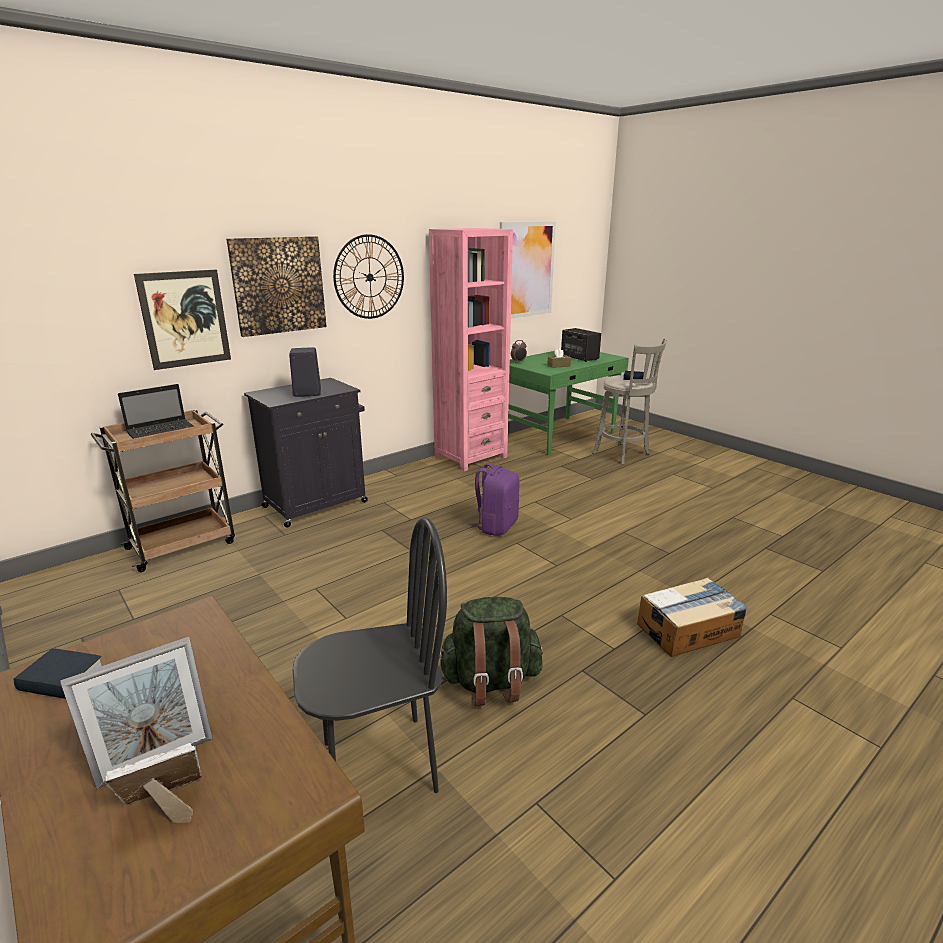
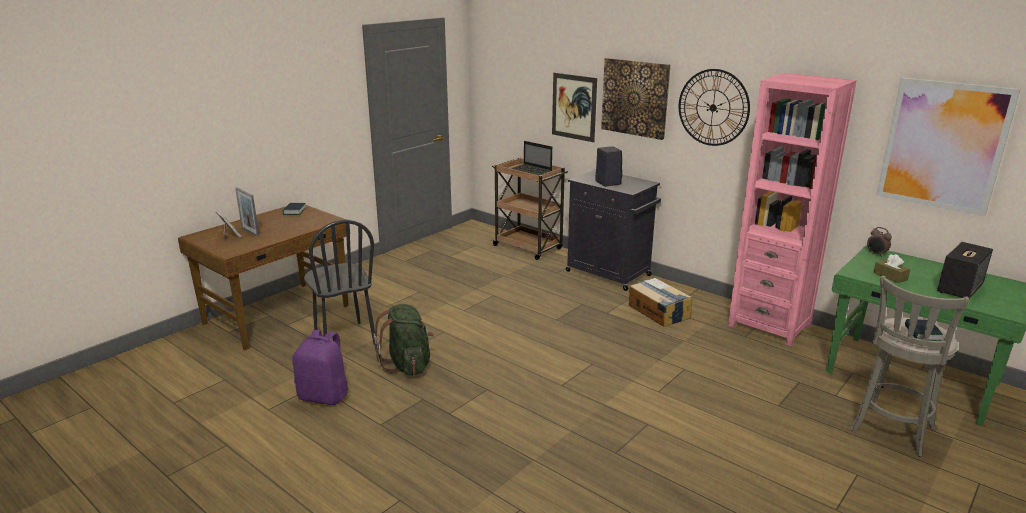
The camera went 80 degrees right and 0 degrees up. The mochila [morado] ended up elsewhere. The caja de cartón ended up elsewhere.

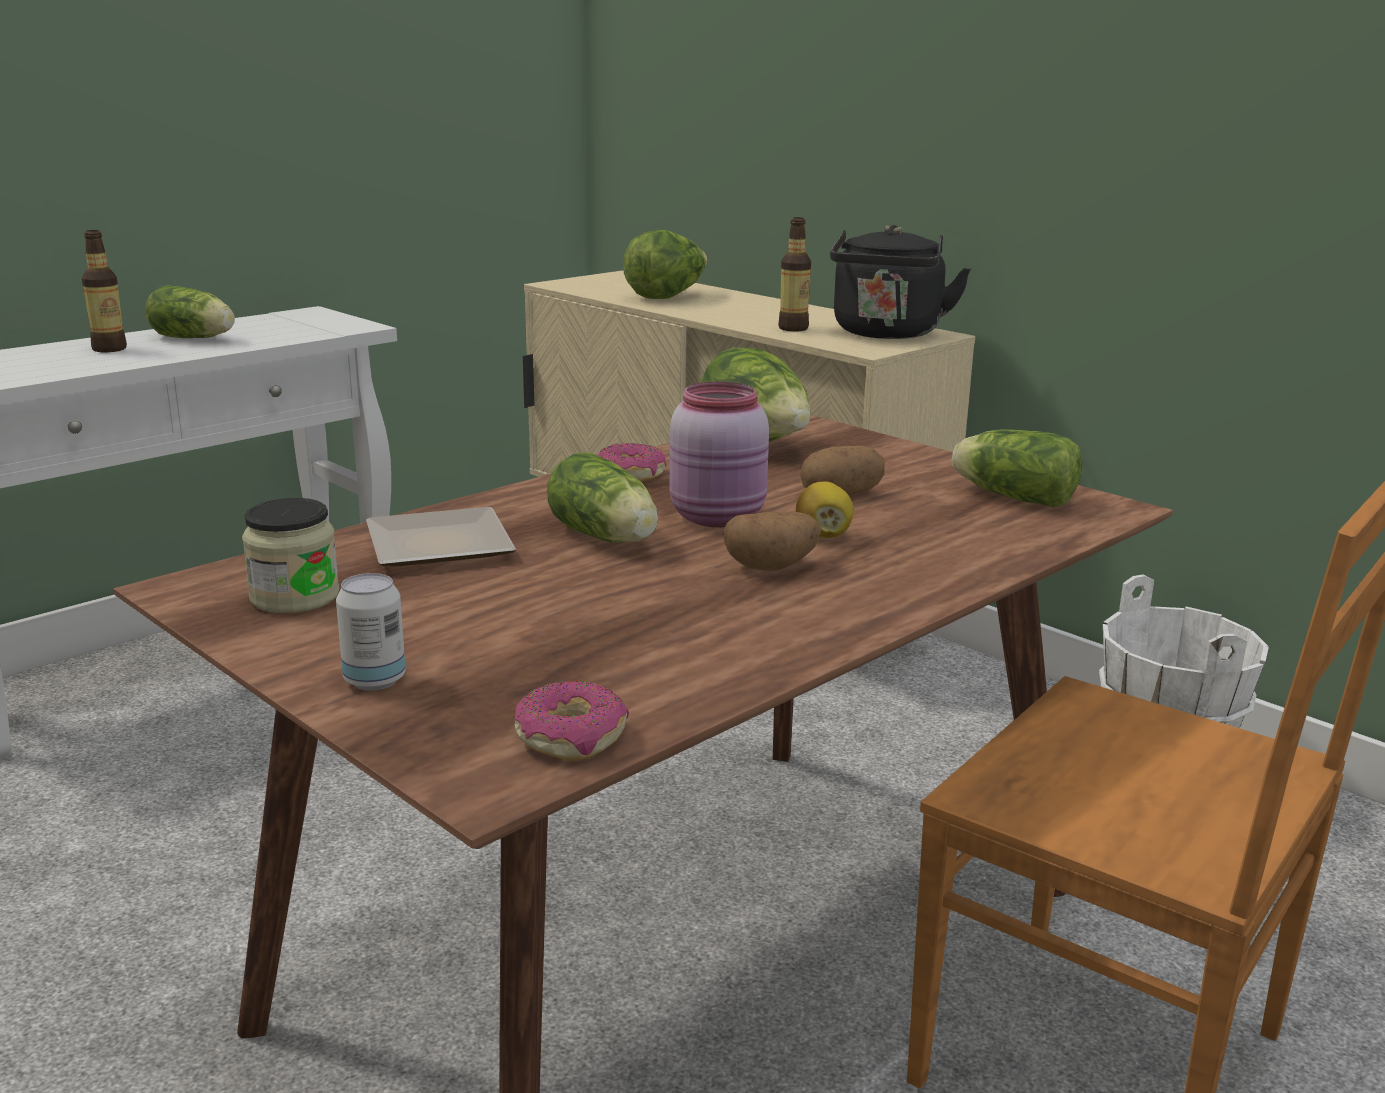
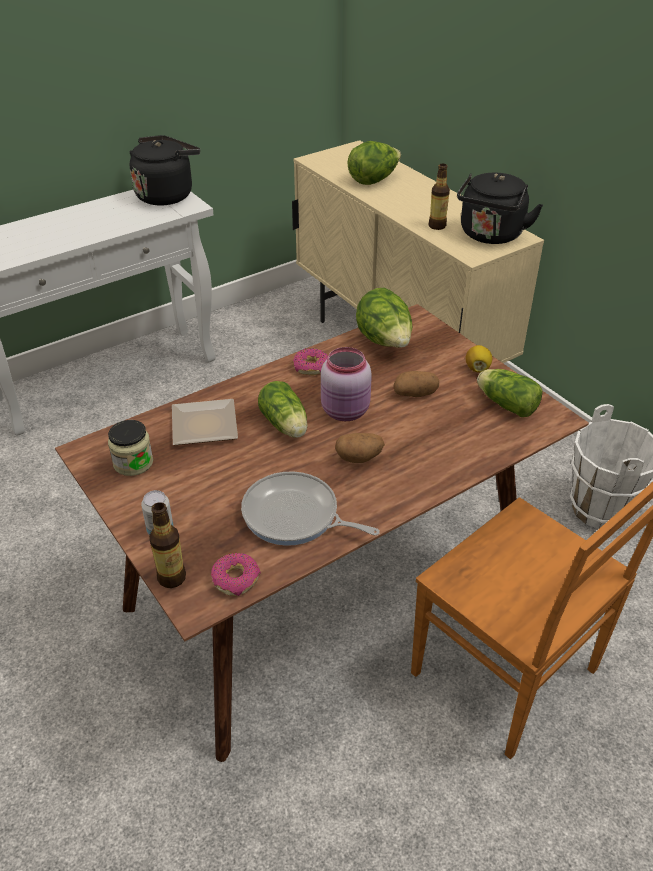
The camera went 10 degrees right and 20 degrees up. The botella (1st from left) ended up elsewhere. The second view lost the lechuga (1st from left). The limón ended up elsewhere. The second view gained the hervidor [negro] (1st from left). The second view gained the sartén.

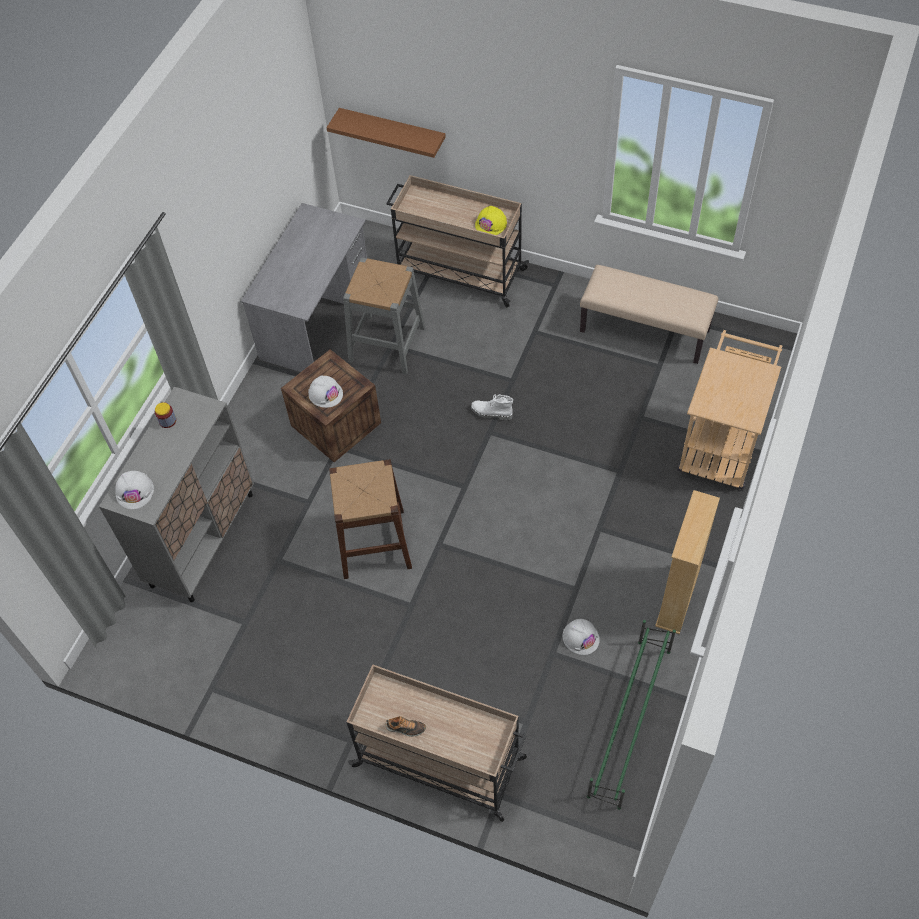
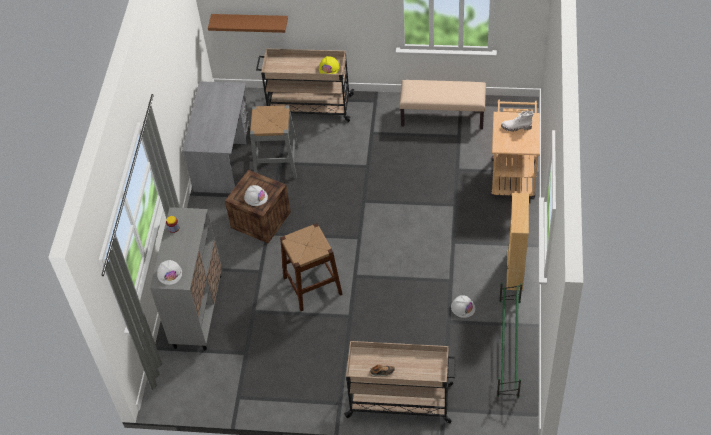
The camera went 15 degrees left and 5 degrees down. The bota [blanco] ended up elsewhere.

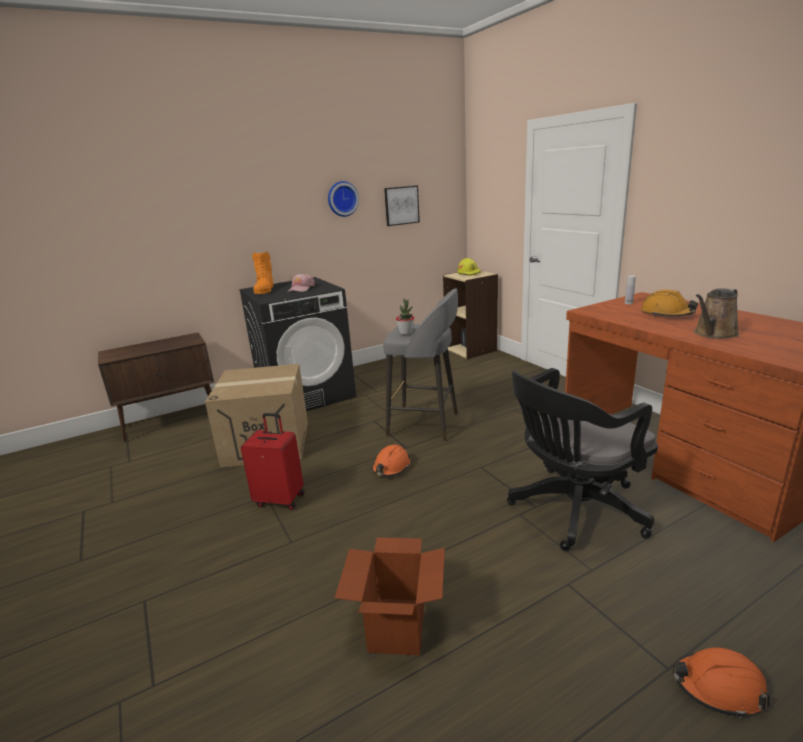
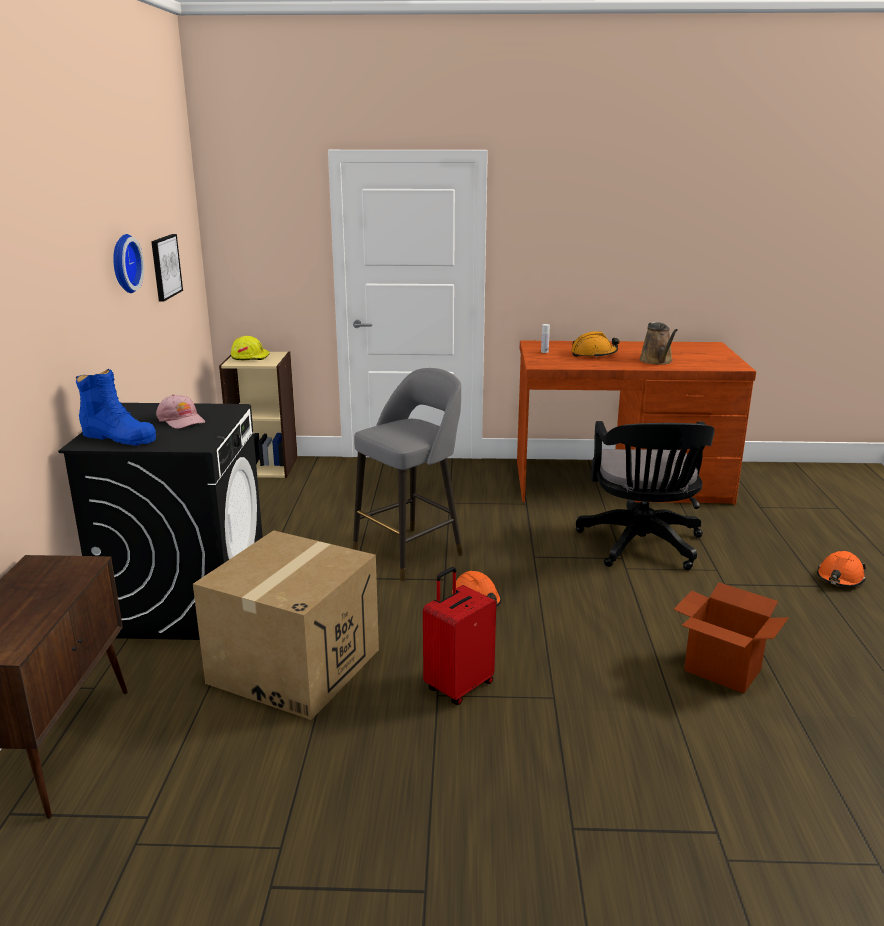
The camera went 60 degrees left and 0 degrees up. What was the bota [naranja] turned into the bota [azul]. The second view lost the planta en maceta.

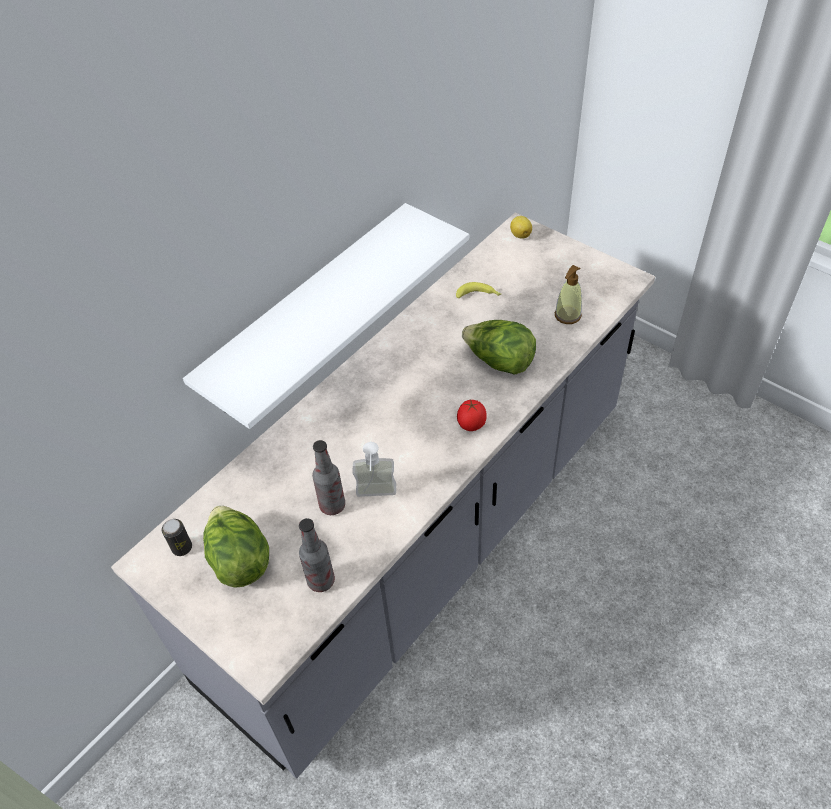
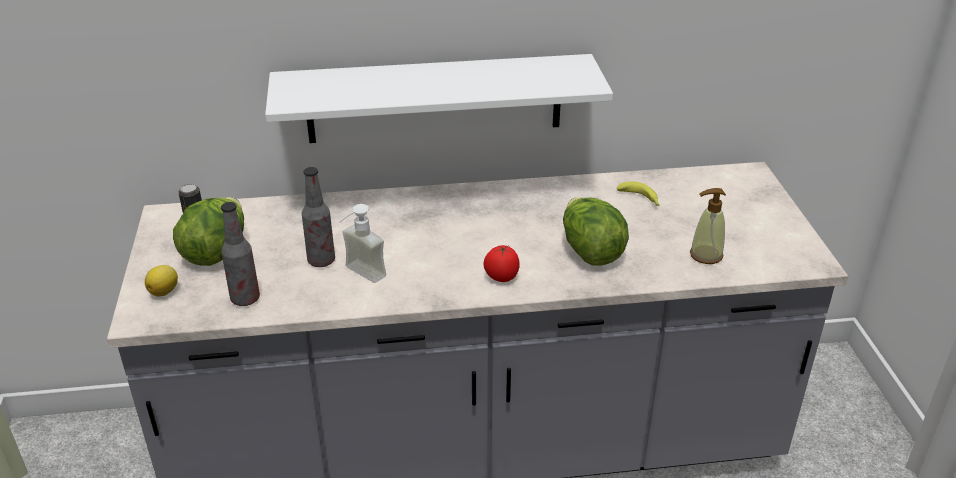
The camera went 40 degrees right and 15 degrees down. The limón ended up elsewhere.

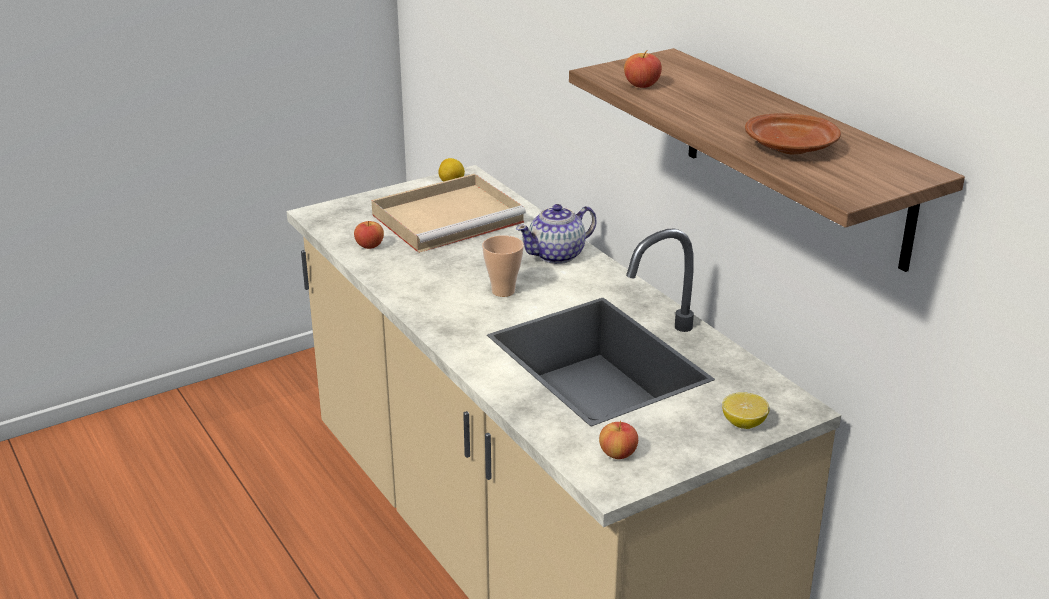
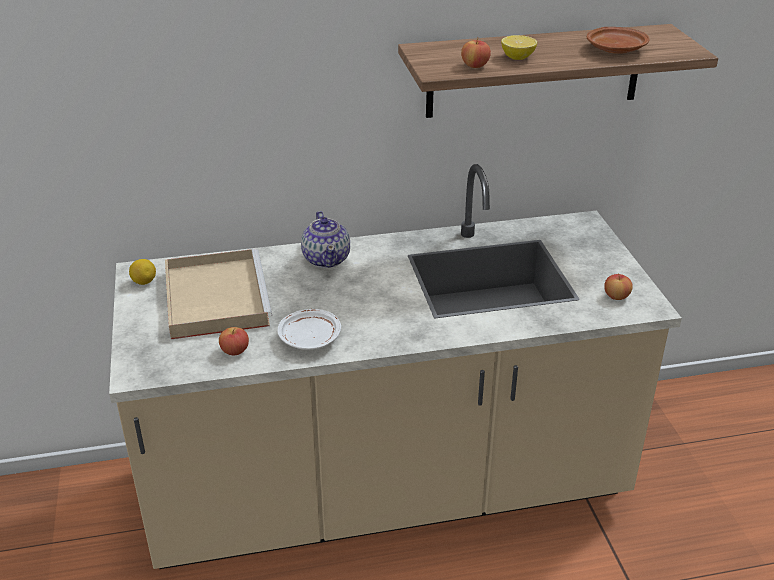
The camera went 70 degrees left and 5 degrees up. The second view lost the taza. The limón (2nd from left) ended up elsewhere. The second view gained the plato [blanco].

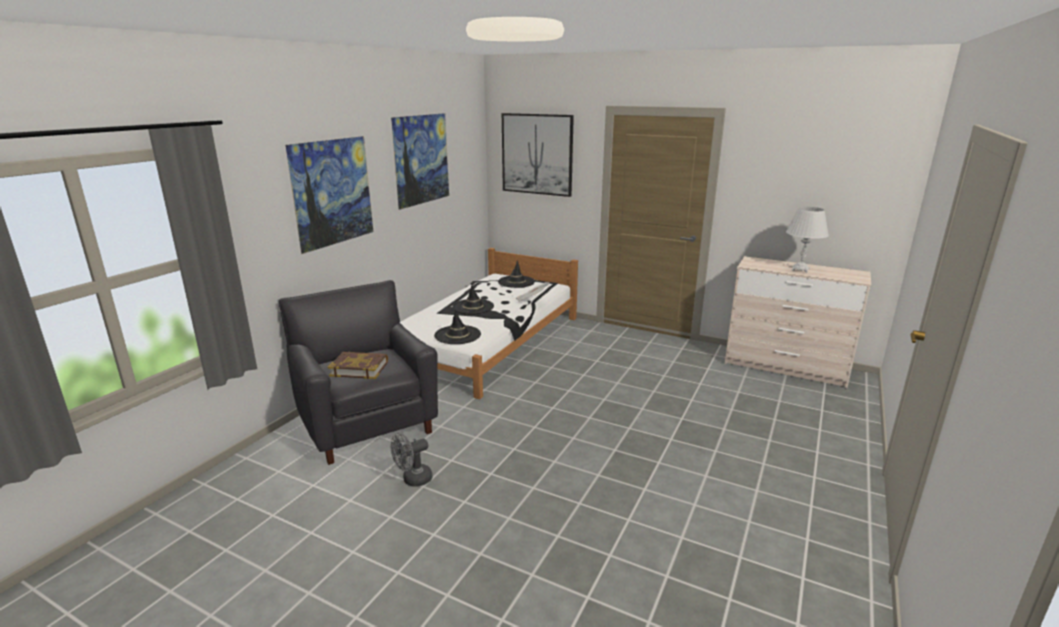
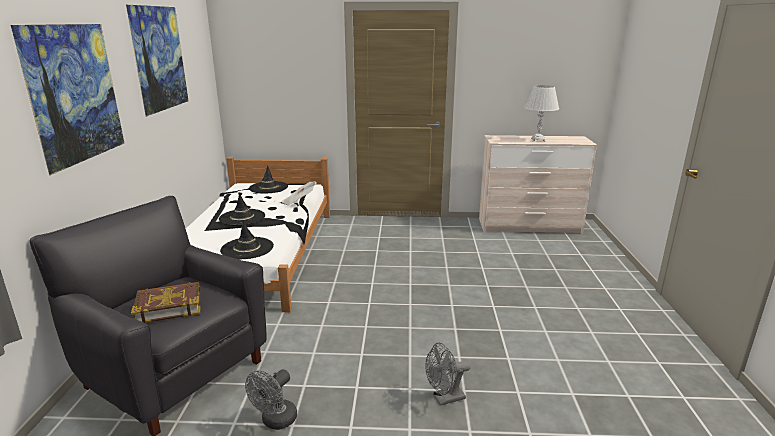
The camera went 25 degrees left and 0 degrees up. The second view lost the cuadro (3rd from left). The second view gained the ventilador [gris] (2nd from left).

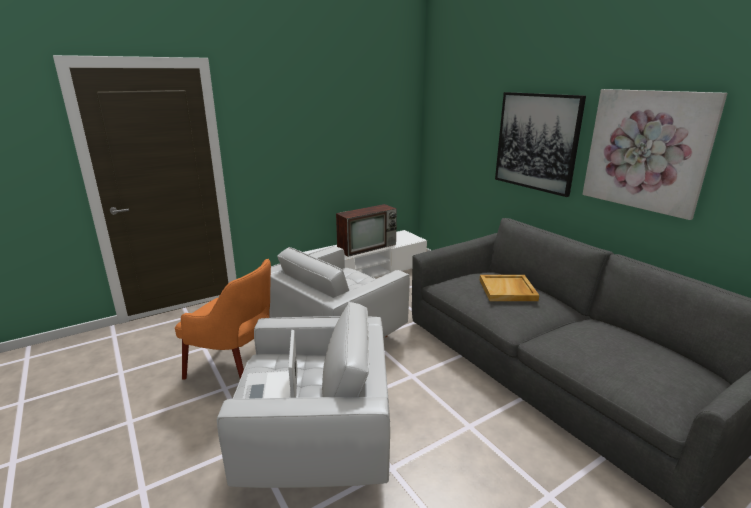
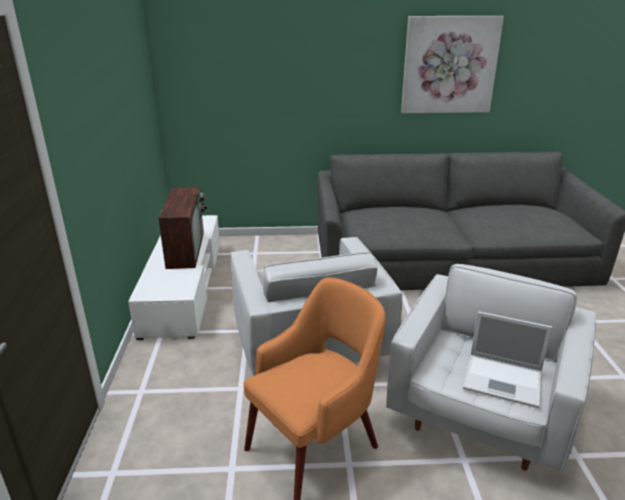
The camera went 60 degrees left and 5 degrees up. The second view lost the bandeja [beis]. The second view lost the cuadro (1st from left).

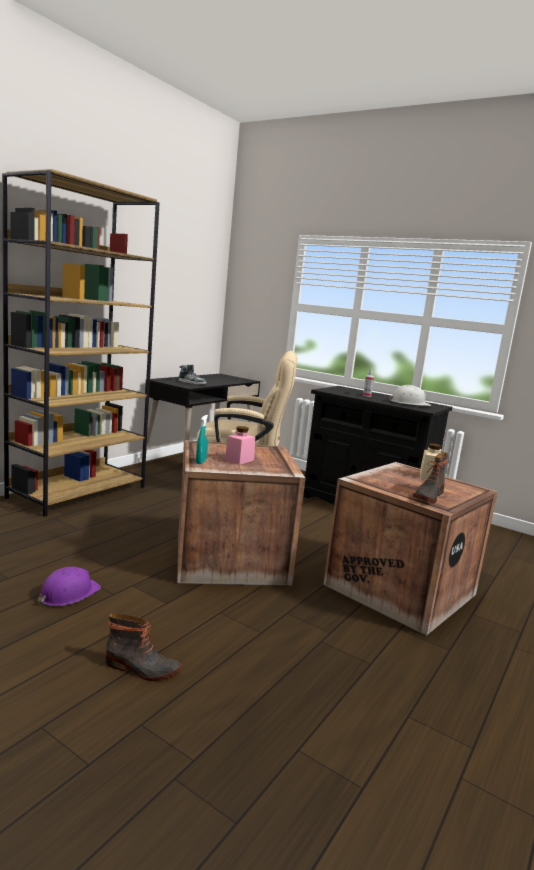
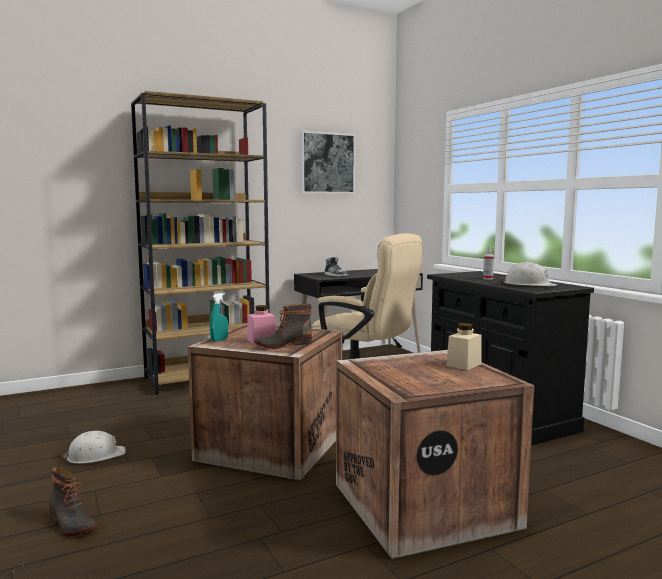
The camera went 30 degrees right and 5 degrees down. What was the casco [morado] turned into the casco [blanco] (1st from left). The bota (2nd from left) ended up elsewhere. The second view gained the cuadro.

